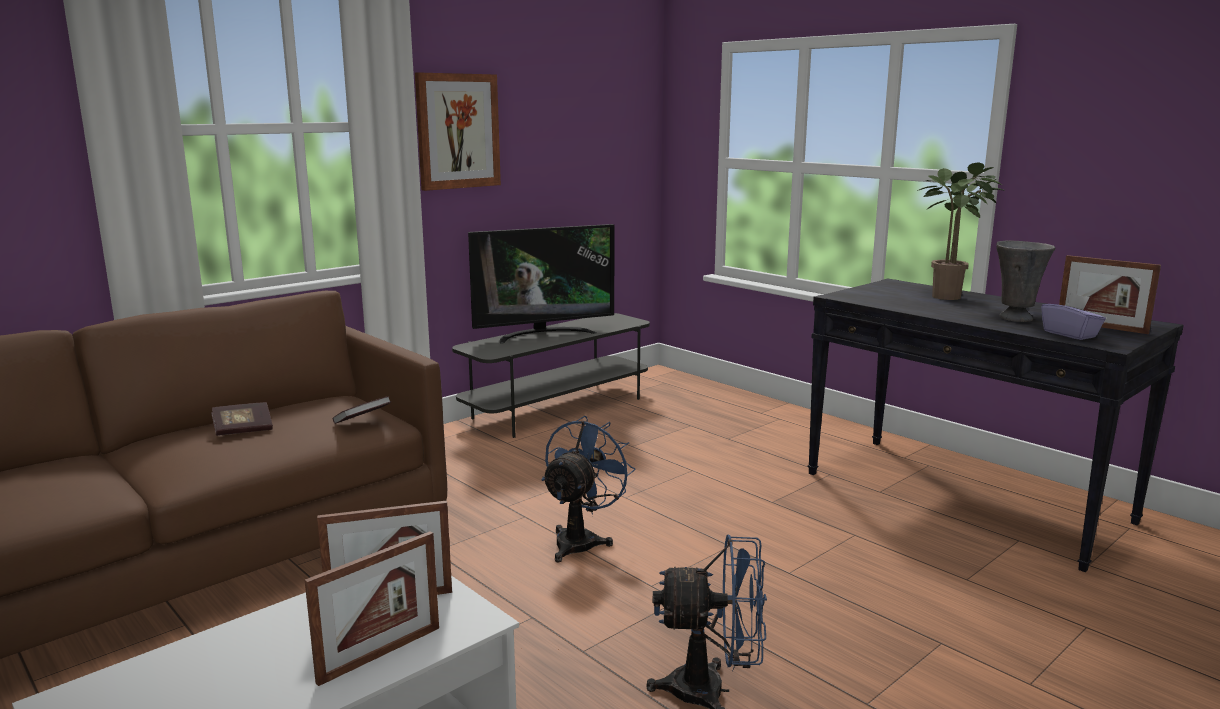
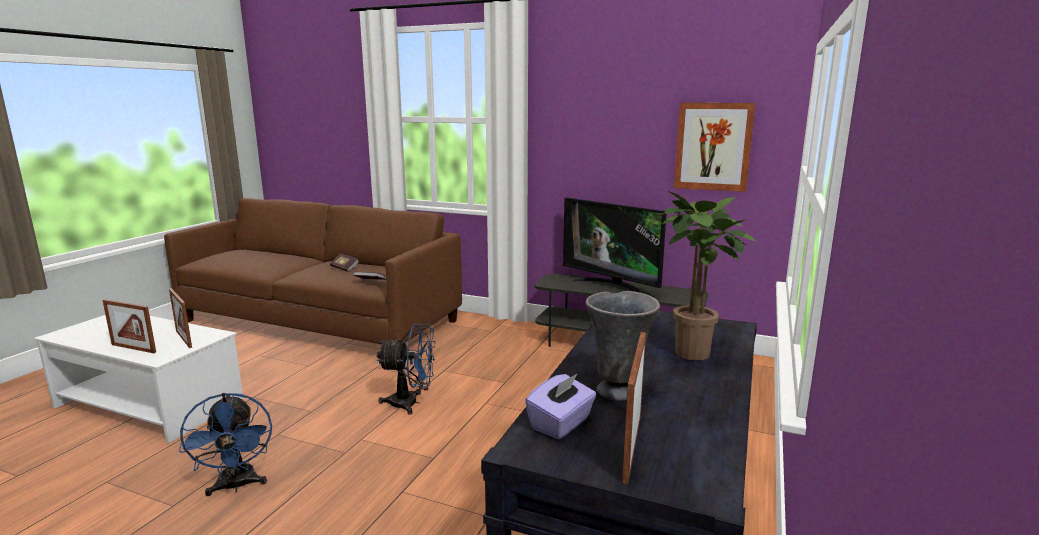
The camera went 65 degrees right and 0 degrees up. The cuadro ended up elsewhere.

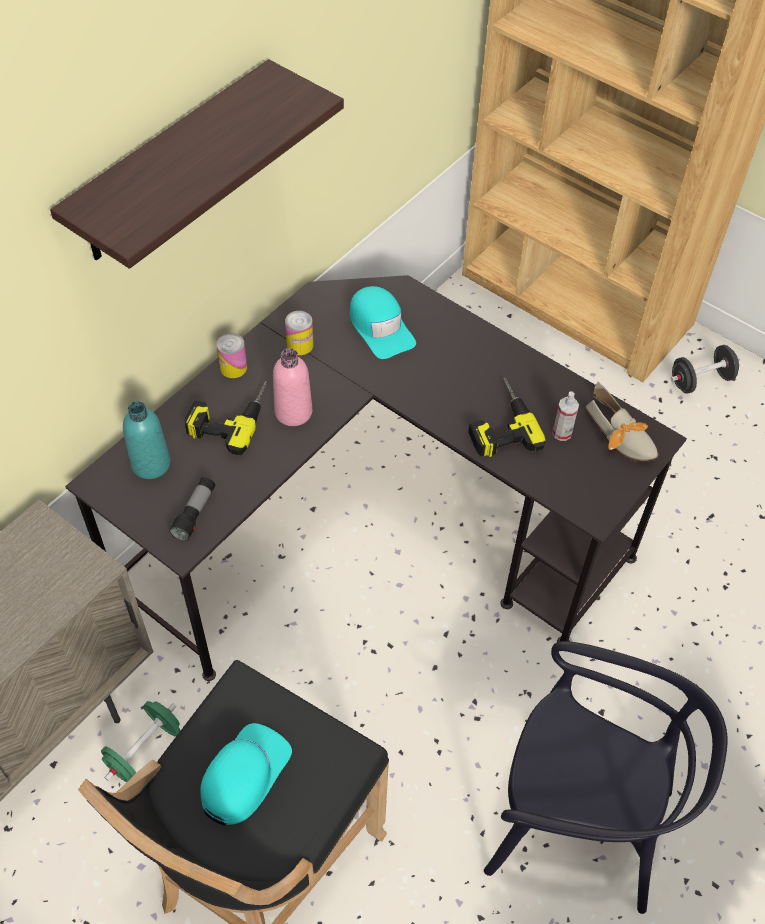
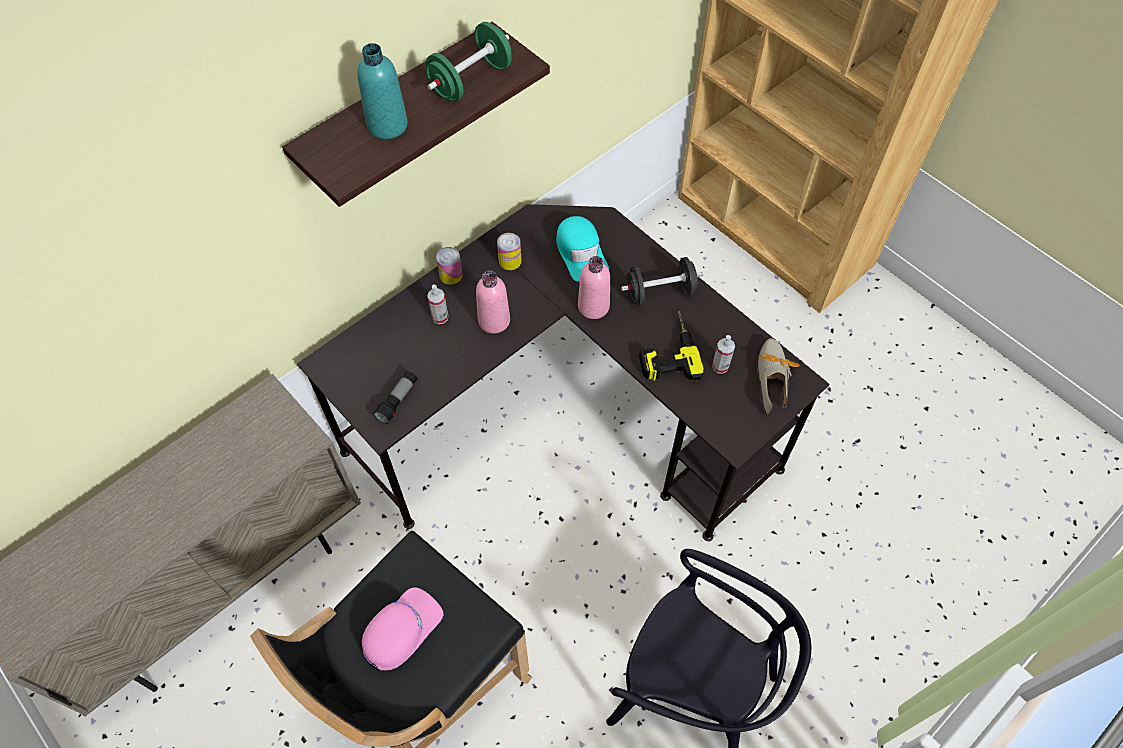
The camera went 10 degrees right and 5 degrees up. The mancuerna [verde] ended up elsewhere. The botella [turquesa] ended up elsewhere. Where the taladro (1st from left) stood, the pulverizador (1st from left) came to stand. What was the gorra [turquesa] (1st from left) turned into the gorra [rosa]. The zapato ended up facing another way, 150 degrees counterclockwise from before. The mancuerna [negro] ended up elsewhere. The second view gained the botella [rosa] (2nd from left).

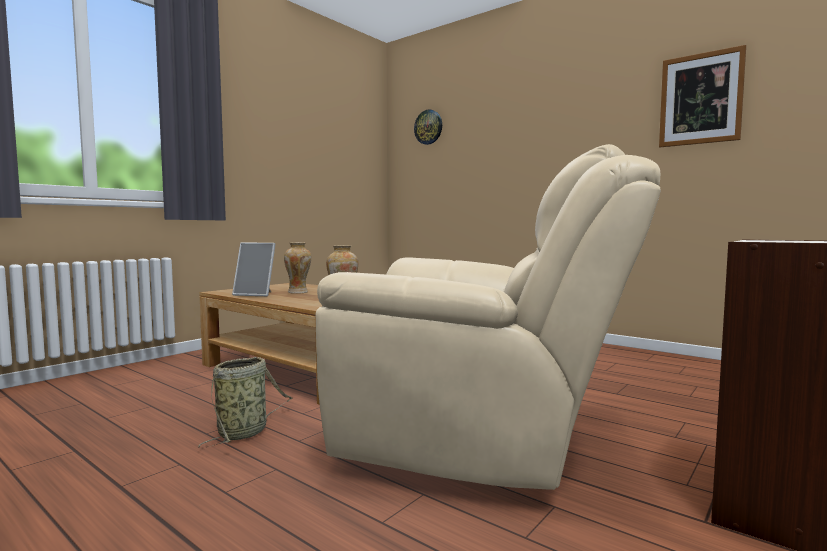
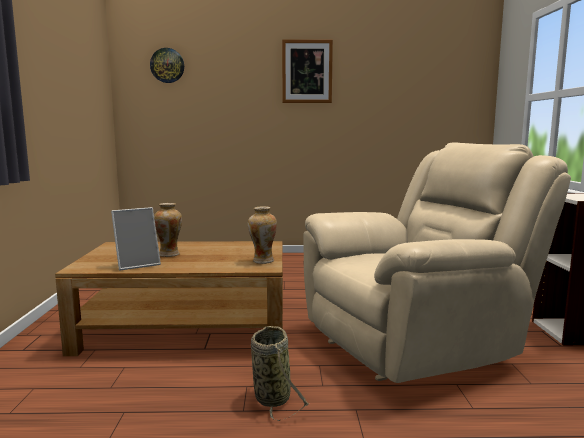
The camera went 40 degrees left and 5 degrees up. The cuadro ended up elsewhere.

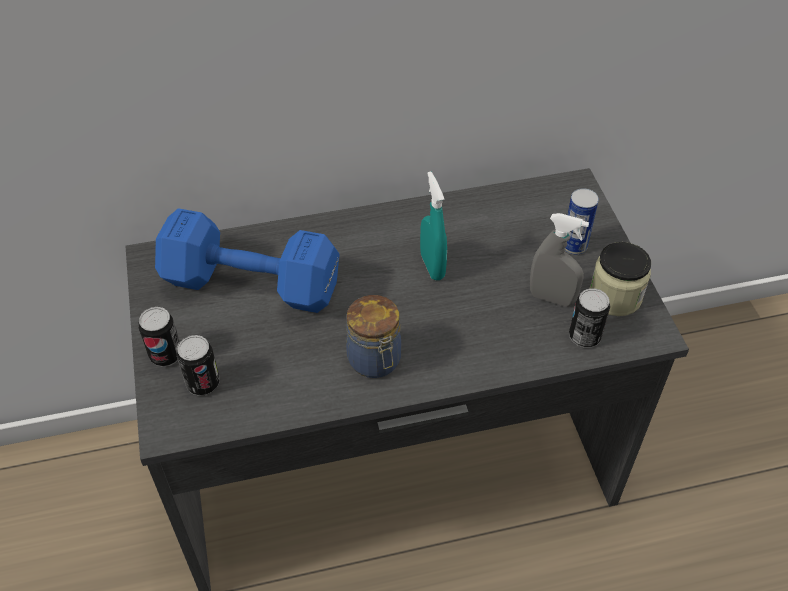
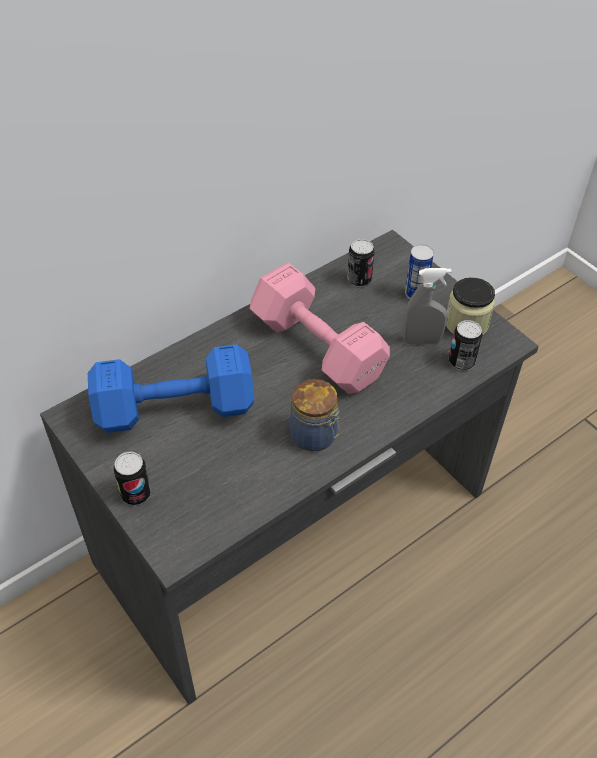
The camera went 25 degrees left and 0 degrees up. The lata (2nd from left) ended up elsewhere. Where the pulverizador [turquesa] stood, the mancuerna [rosa] came to stand.

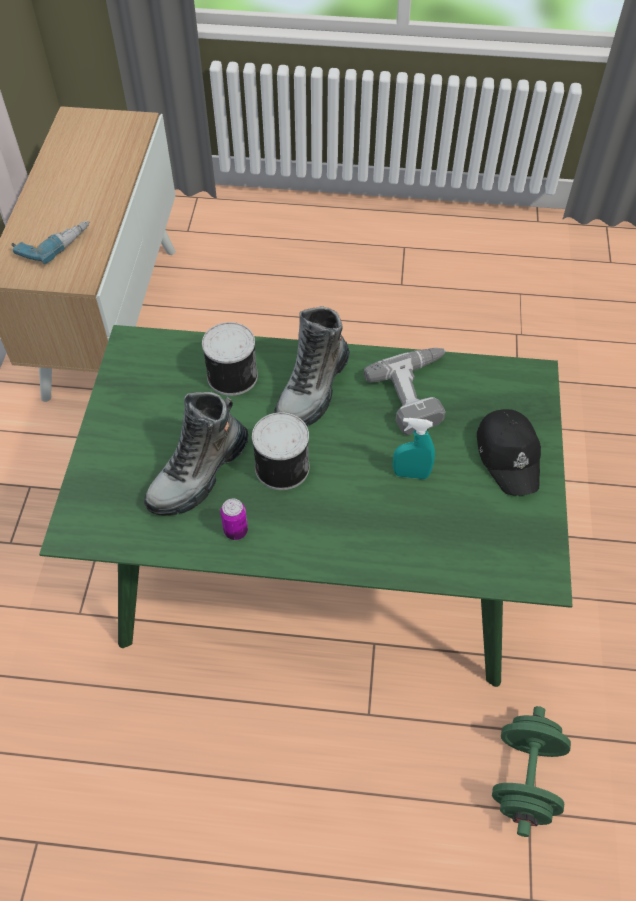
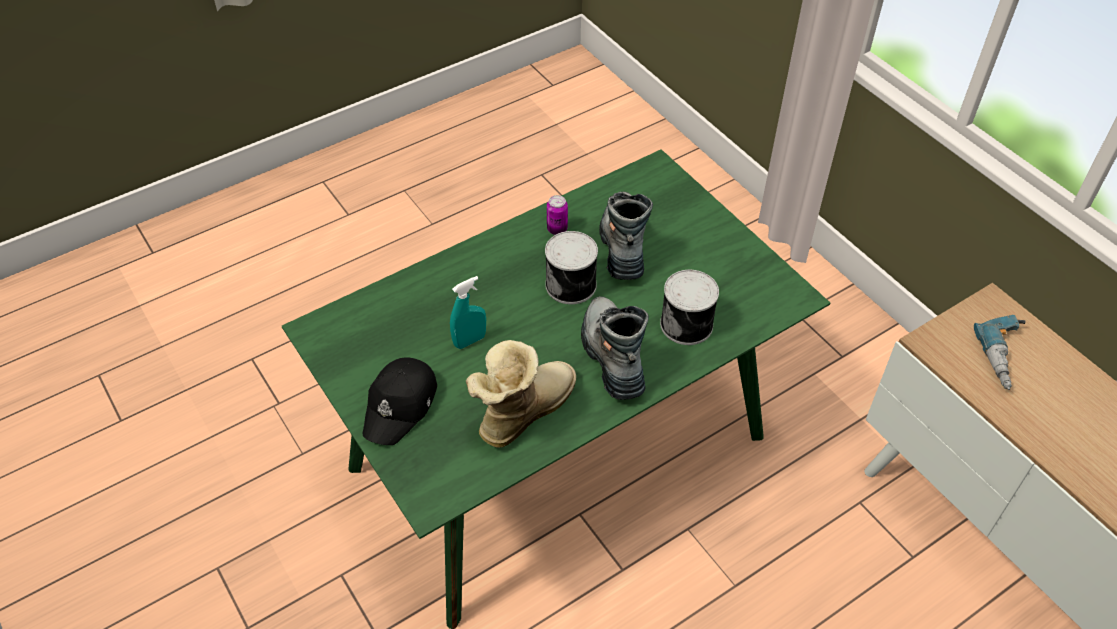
The camera went 140 degrees right and 5 degrees down. Where the taladro (2nd from left) stood, the bota (1st from left) came to stand. The gorra [negro] ended up facing another way, 105 degrees counterclockwise from before. The second view lost the mancuerna [verde].

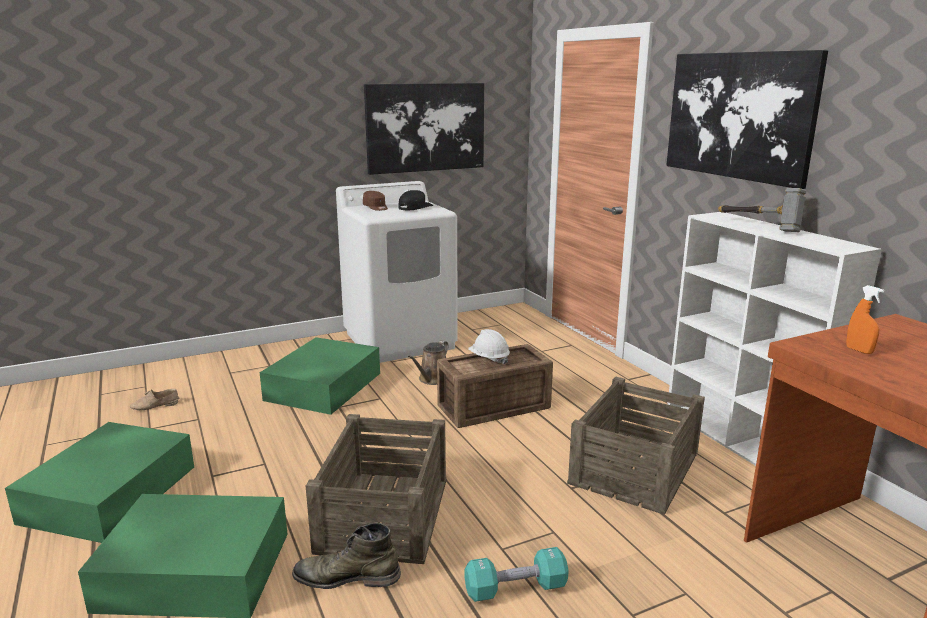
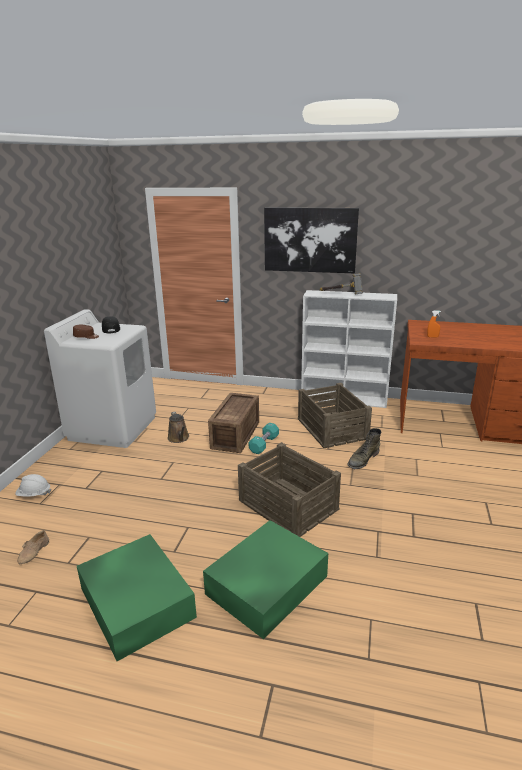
The camera went 50 degrees left and 5 degrees up. The second view lost the caja de almacenaje [verde] (3rd from left). The bota [verde] ended up elsewhere. The second view lost the cuadro (1st from left). The mancuerna [turquesa] ended up elsewhere. The casco [blanco] ended up elsewhere.

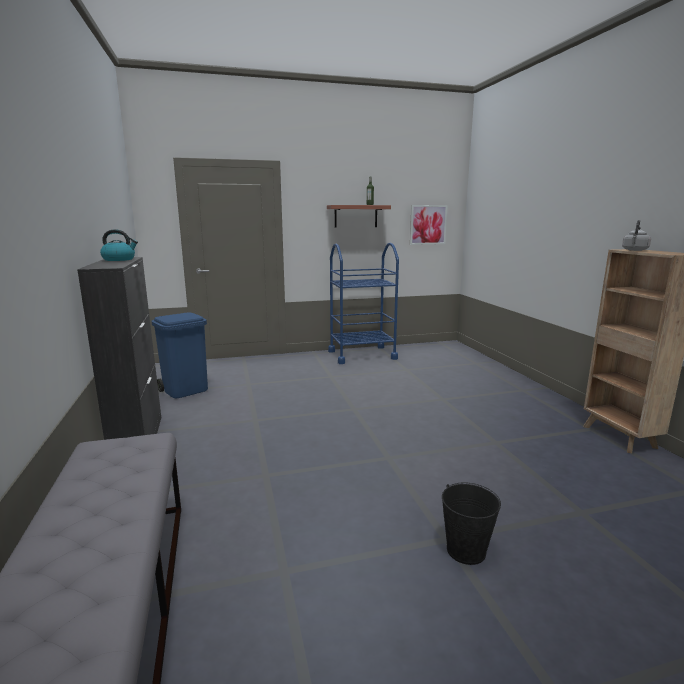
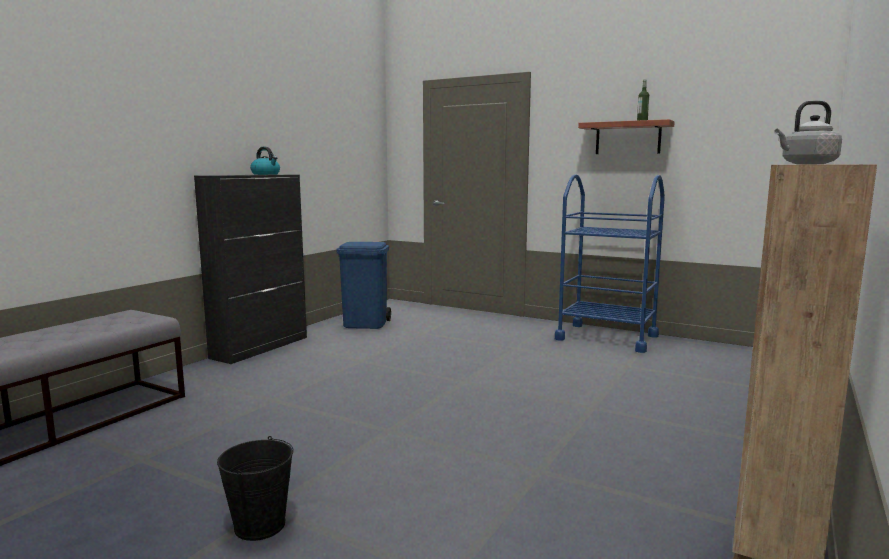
The camera went 45 degrees right and 5 degrees down. The second view lost the cuadro.

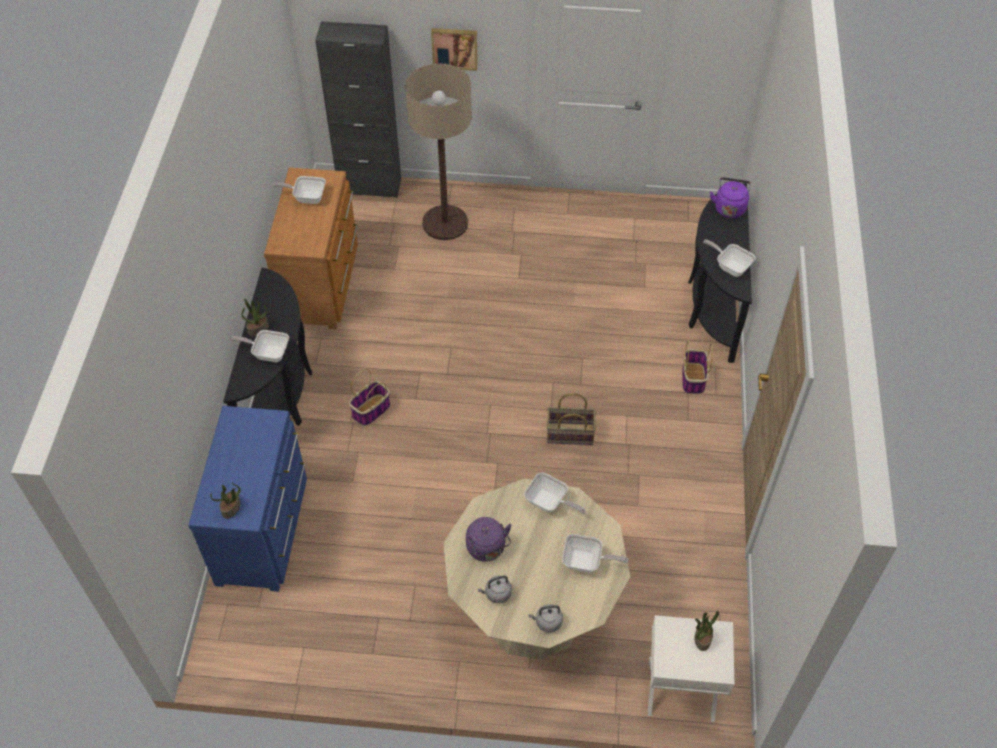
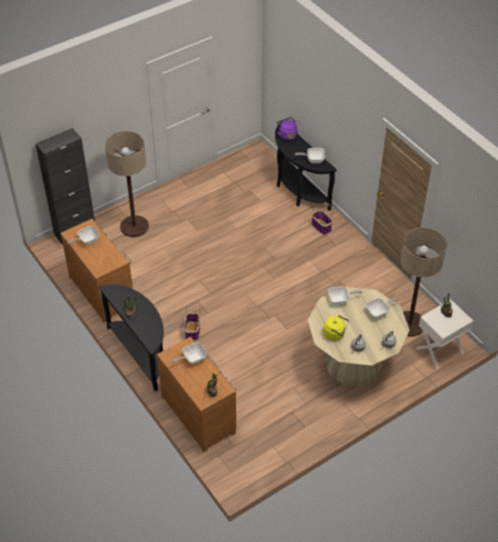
The camera went 40 degrees left and 5 degrees down. What was the cómoda [azul] turned into the cómoda [marrón] (2nd from left). The sartén (1st from left in the first image) ended up elsewhere. The second view lost the cuadro. What was the hervidor [morado] (1st from left) turned into the hervidor [amarillo]. The second view lost the cesta (2nd from left). The second view gained the lámpara de pie (2nd from left).

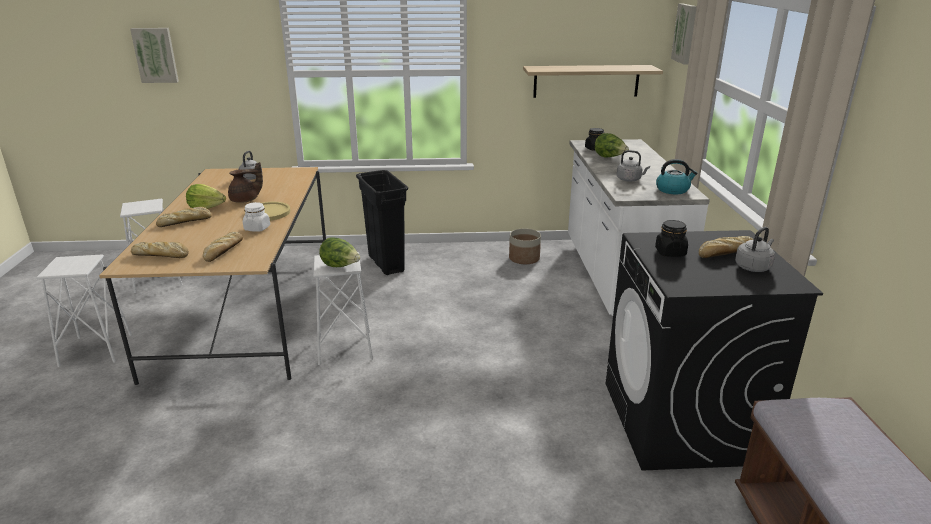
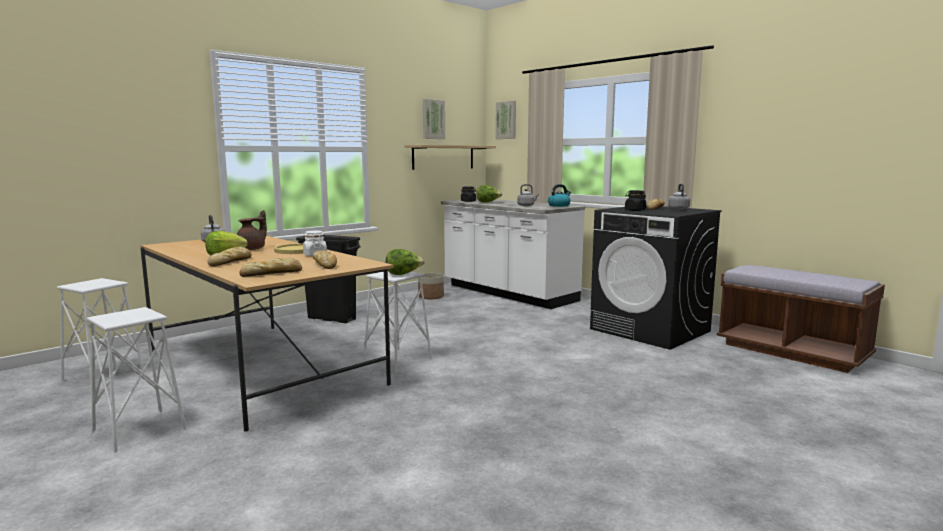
The camera went 40 degrees left and 15 degrees down. The cuadro (1st from left) ended up elsewhere.

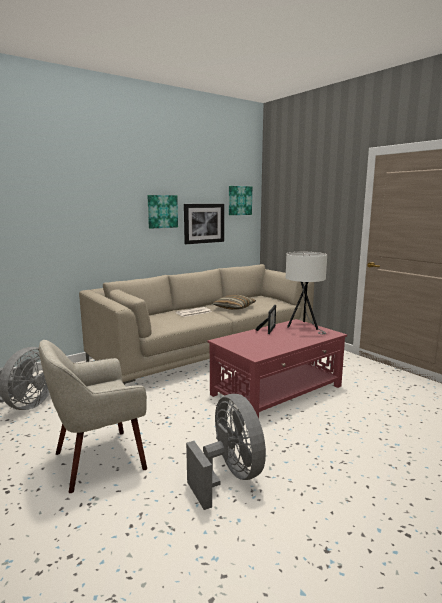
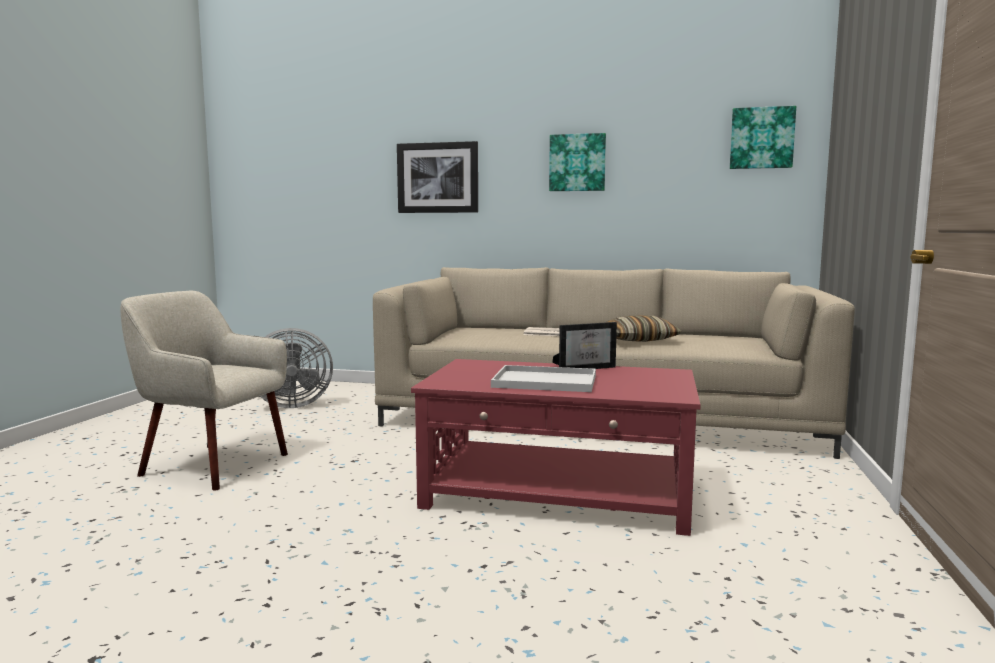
The camera went 50 degrees right and 5 degrees down. The cuadro (2nd from left in the first image) ended up elsewhere. The second view lost the ventilador [gris] (2nd from left). The second view lost the lámpara de mesa [blanco]. The second view gained the bandeja [blanco].

